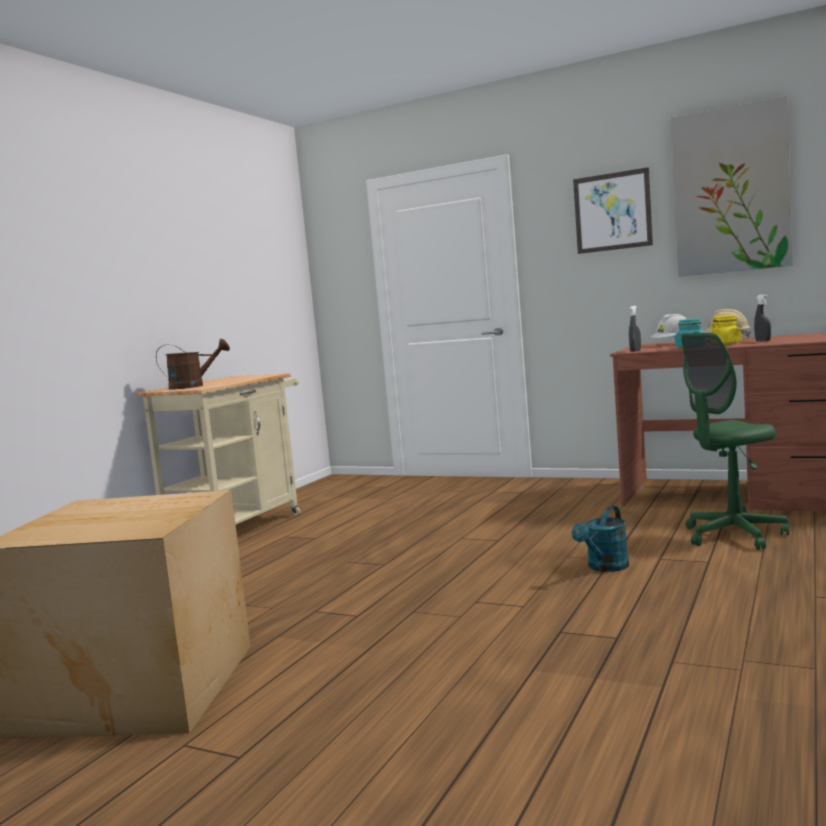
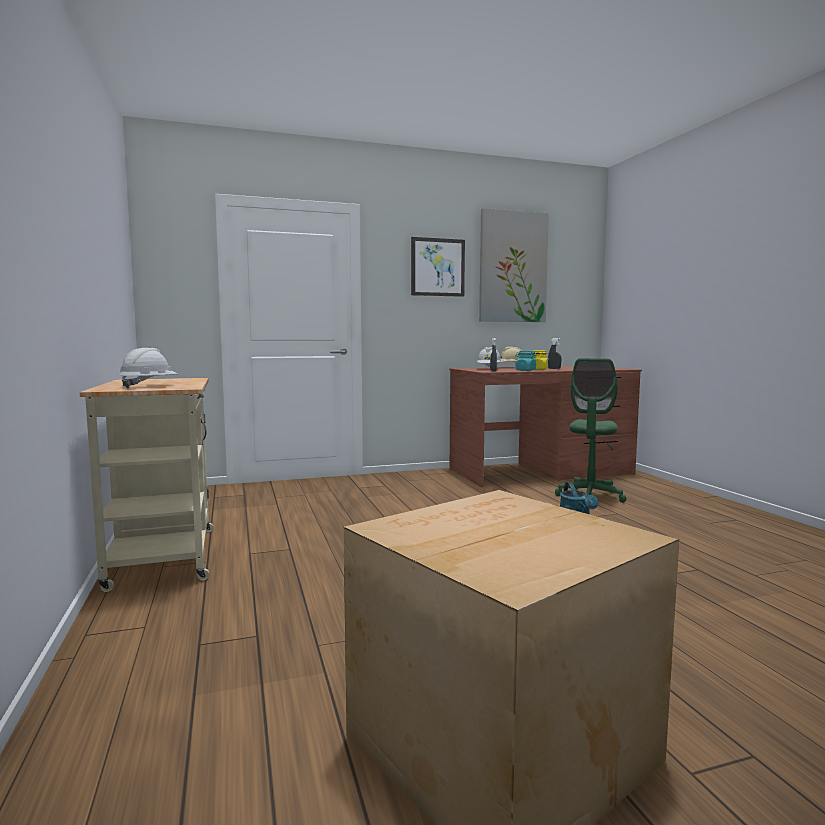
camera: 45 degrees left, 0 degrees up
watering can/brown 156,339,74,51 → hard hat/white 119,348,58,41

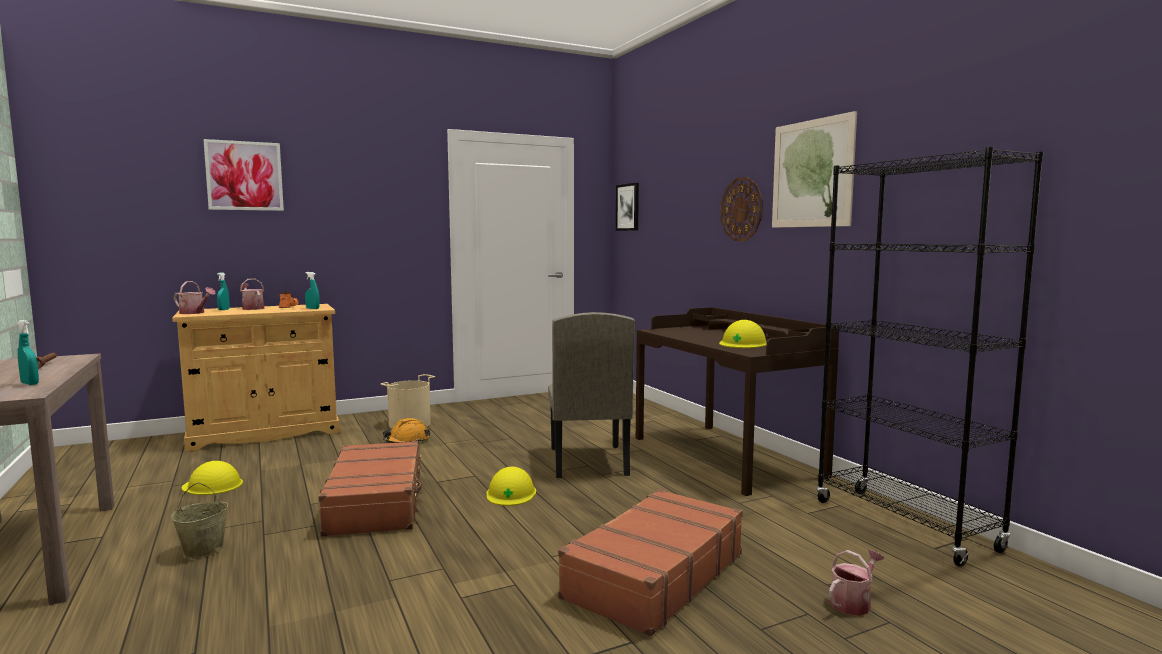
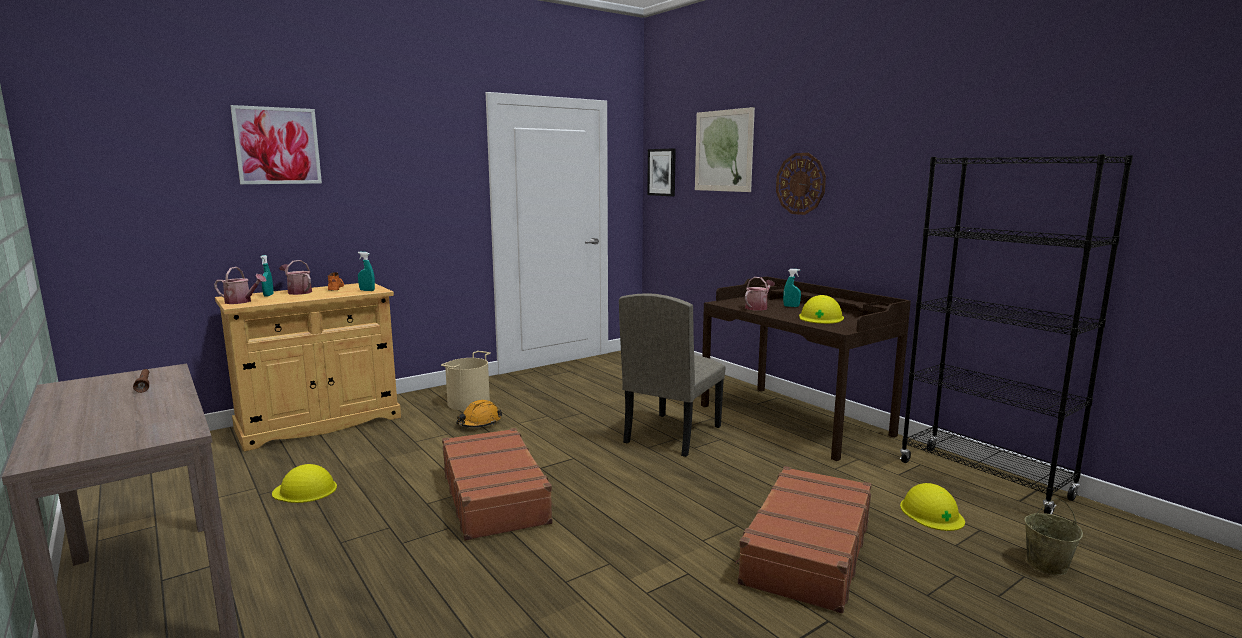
camera: 10 degrees left, 5 degrees up
spray bottle/turquoise 18,320,21,65 → spray bottle/turquoise 783,269,18,38, move
bucket/beige 171,482,57,76 → bucket/beige 1024,498,59,77, move
hard hat/yellow 487,466,49,40 → hard hat/yellow 900,483,65,48, move
chair/beige 548,312,87,166 → chair/beige 619,293,106,164, 45 degrees clockwise
picture 772,111,85,117 → picture 695,107,60,85, move
watering can 829,549,55,67 → watering can 745,277,30,34, move

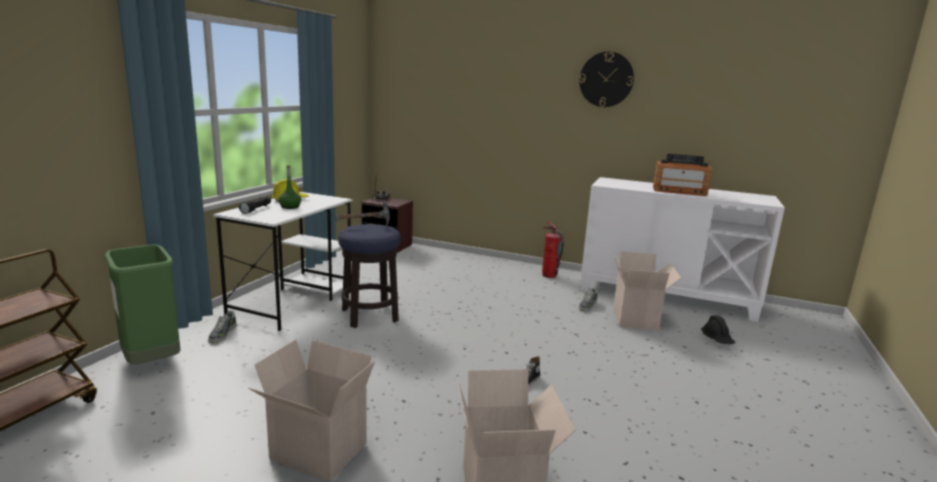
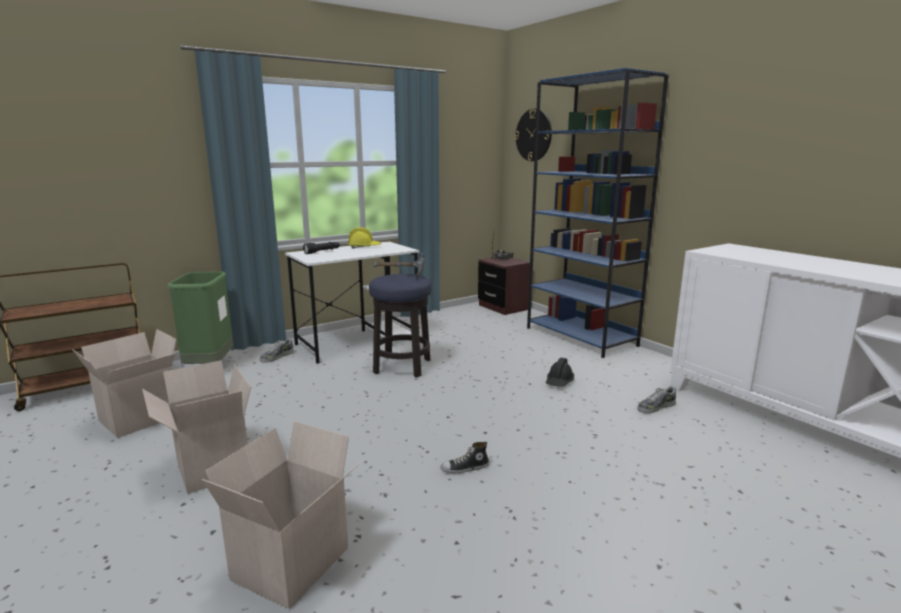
camera: 35 degrees right, 0 degrees up
bottle/green 278,165,23,44 → -
fire extinguisher 542,221,22,57 → -
wall clock 579,52,55,55 → wall clock 515,109,37,52, move
cardboard box 613,251,68,79 → cardboard box 72,329,105,109, move
radio 653,154,59,42 → -
hard hat/black 701,316,35,28 → hard hat/black 546,358,28,29, move
- → bookcase/blue 527,68,142,290

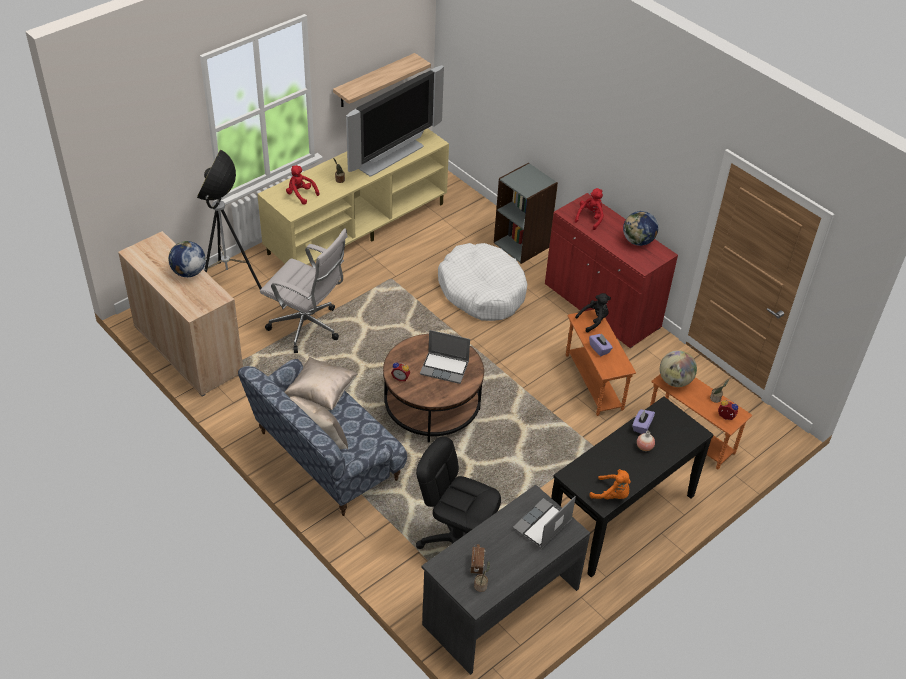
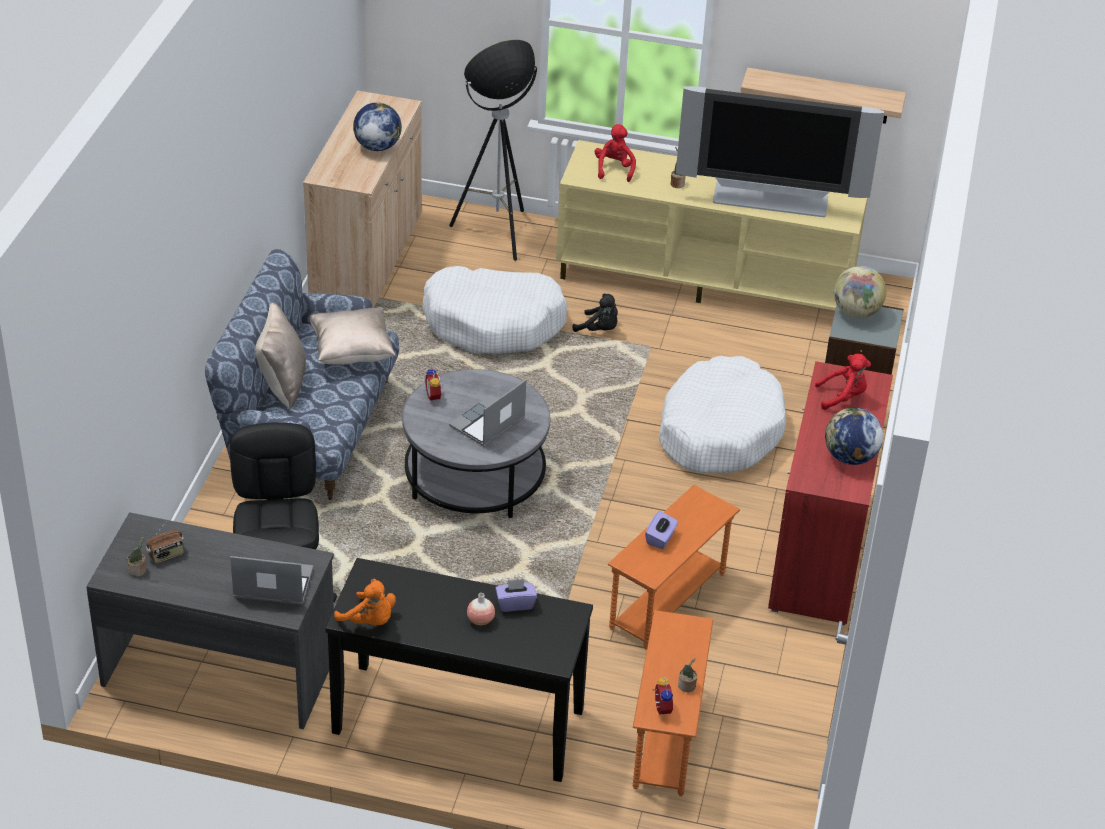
camera: 55 degrees right, 5 degrees down
office chair/white 260,229,88,124 → dog bed/white 422,266,146,88
coffee table/brown 383,334,101,109 → coffee table/grey 402,369,148,149
laptop 420,330,50,54 → laptop 449,379,77,68, 60 degrees clockwise
plush toy/black 575,293,36,39 → plush toy/black 572,294,46,38, move
plush toy/orange 590,469,41,30 → plush toy/orange 334,579,62,46, 45 degrees counterclockwise
globe 660,350,37,37 → globe 834,266,52,52, move

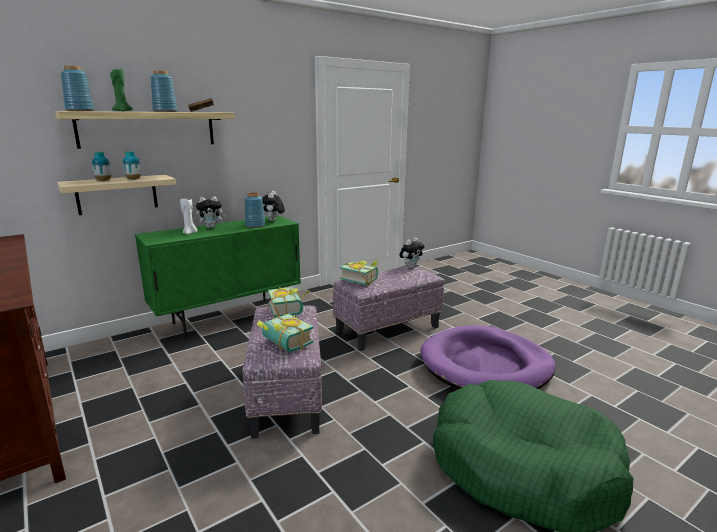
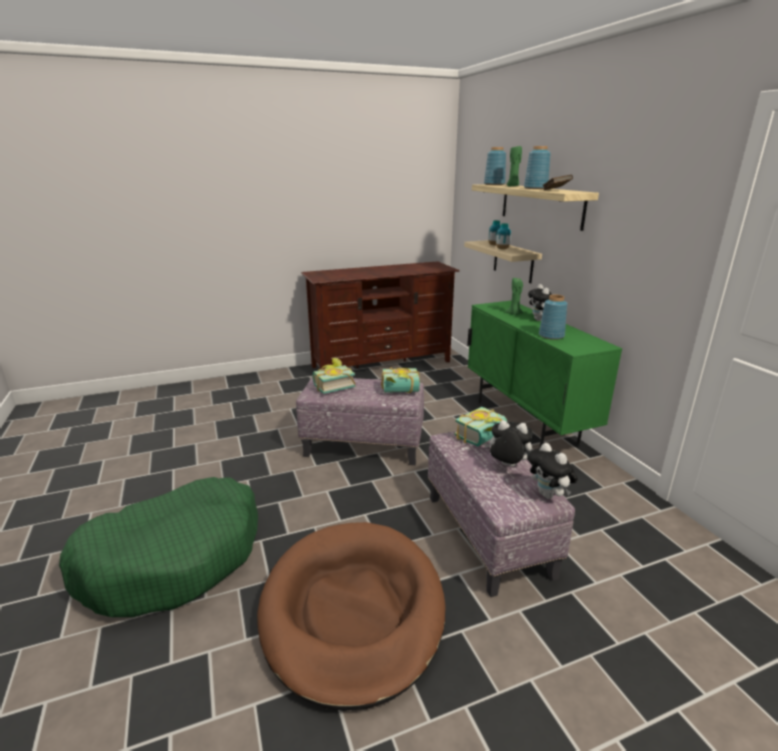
camera: 105 degrees right, 5 degrees up
candle/white 180,199,17,35 → candle/green 505,278,18,37
plush toy 262,191,23,30 → plush toy 485,420,48,47, move
dog bed/purple 421,325,135,64 → dog bed/brown 257,522,188,189

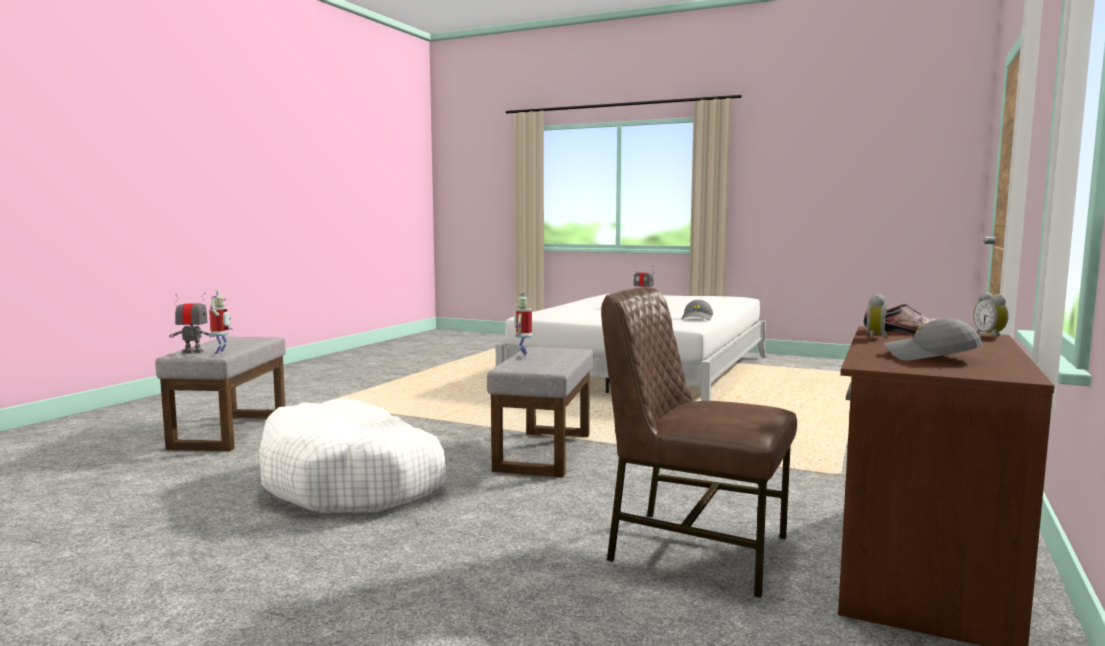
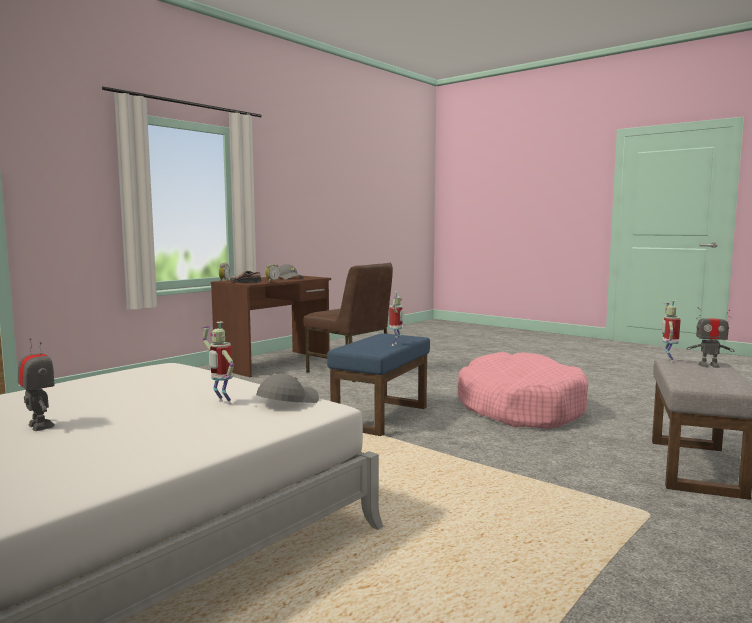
camera: 165 degrees left, 0 degrees up
dog bed/white 259,398,188,115 → dog bed/pink 458,352,130,77
ottoman/grey 487,347,106,131 → ottoman/blue 327,333,103,103
cap/grey 681,300,32,21 → cap/grey 256,374,63,29, move
- → toy robot 202,321,32,84

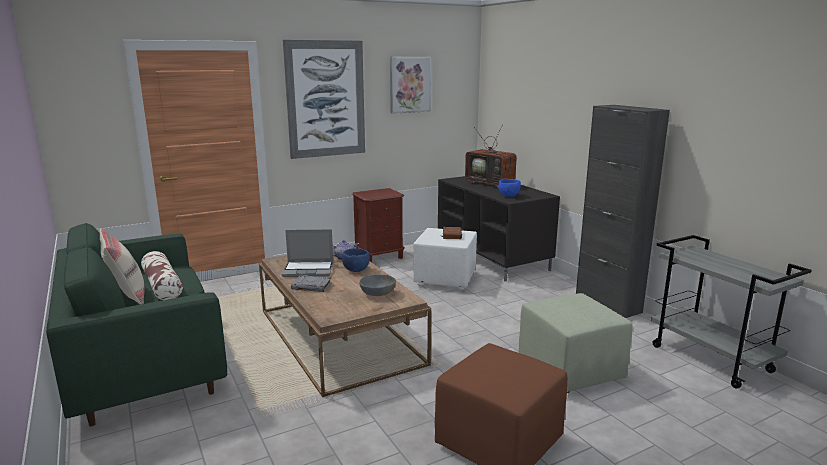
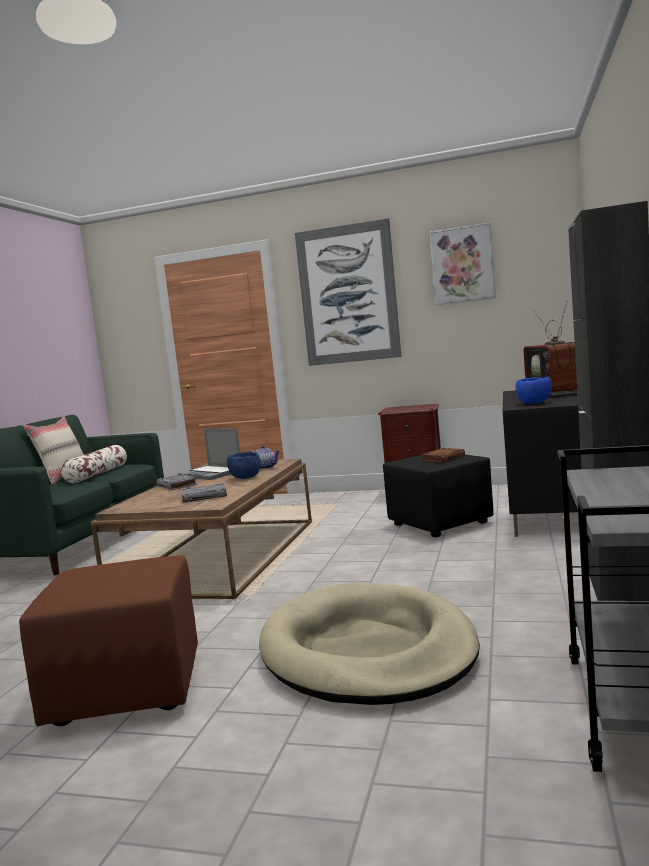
camera: 45 degrees right, 10 degrees down
bowl/grey 359,274,37,22 → book/grey 182,483,45,20
ottoman/white 413,228,64,62 → ottoman/black 383,454,111,83
ottoman/green 518,293,115,100 → dog bed/beige 259,583,221,122

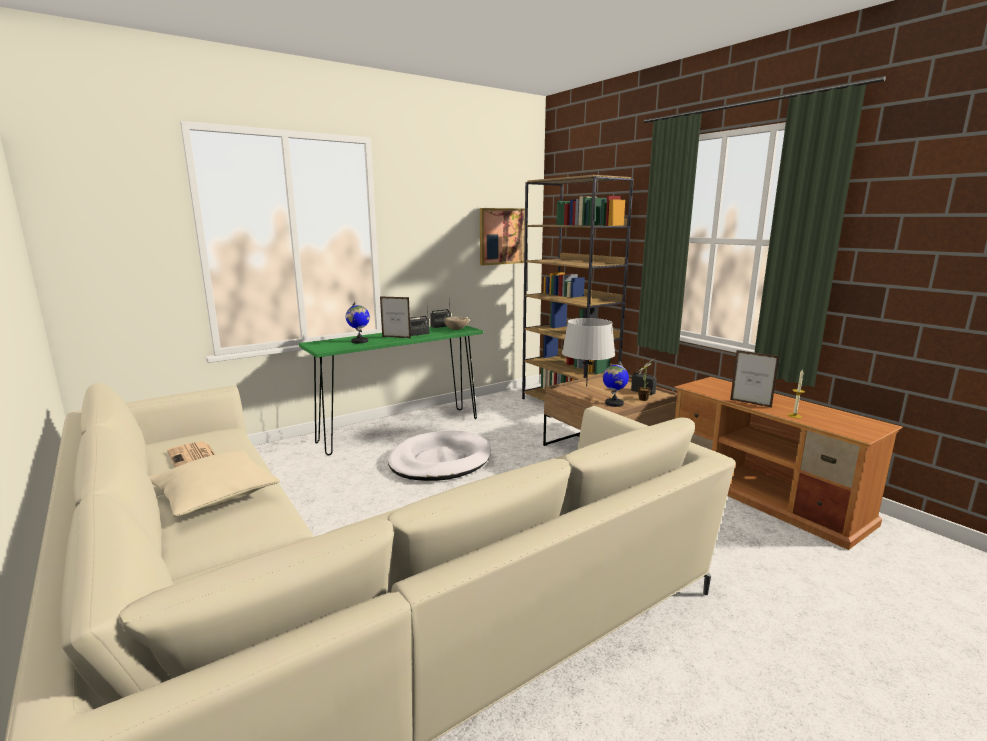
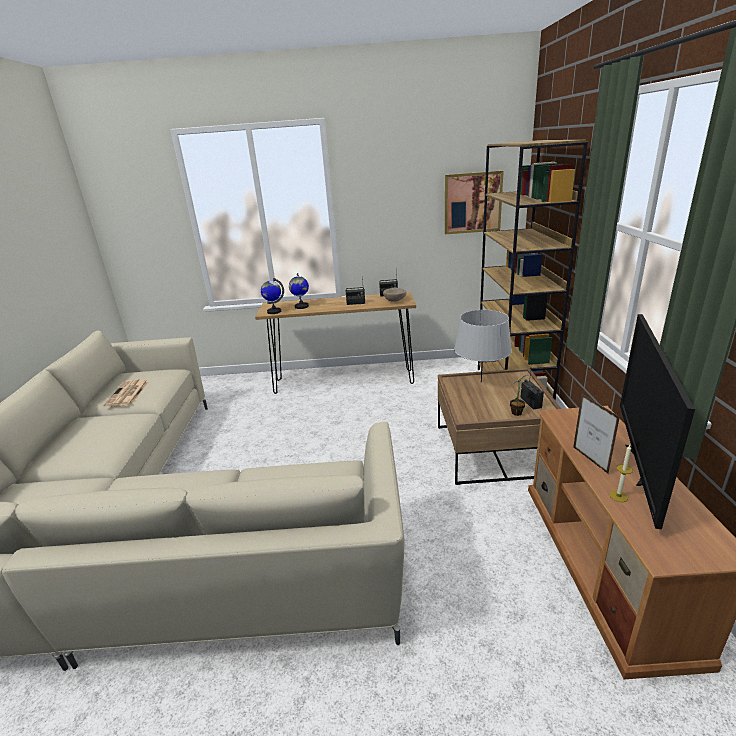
camera: 35 degrees right, 10 degrees up
pillow/beige 149,451,131,65 → -
console table/green 299,325,184,130 → console table/brown 255,292,161,102
picture frame 380,296,31,42 → -
dog bed/white 388,431,103,50 → -
globe 603,361,26,46 → globe 261,278,23,36, move
- → television 620,314,75,216

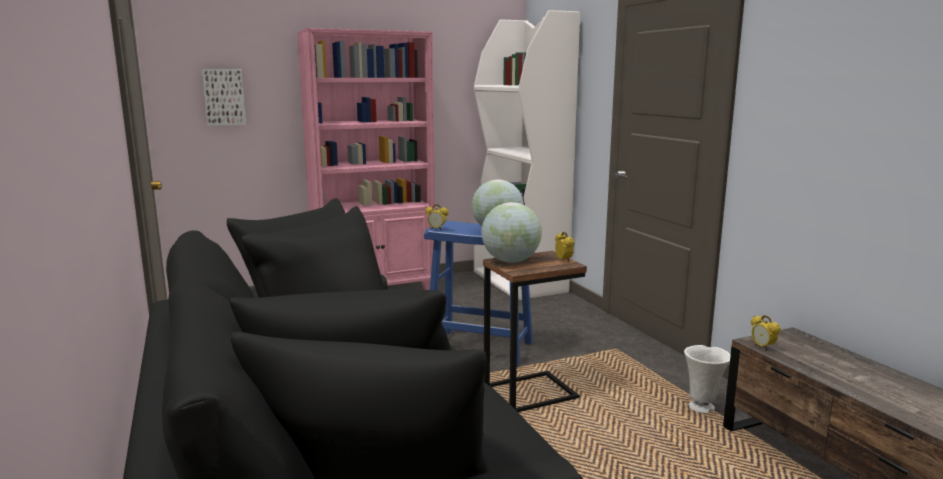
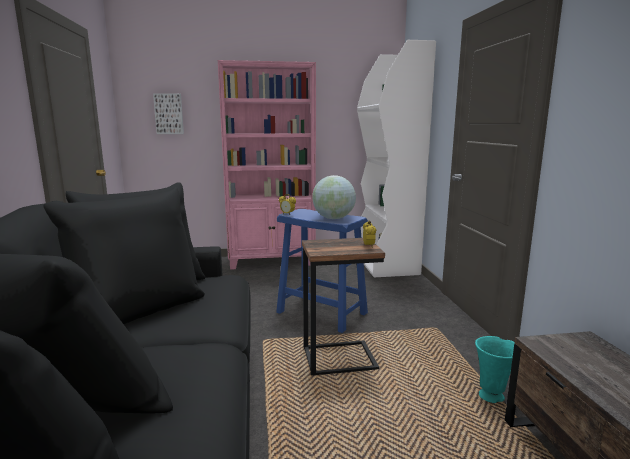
camera: 15 degrees right, 0 degrees up
globe 481,202,61,61 → -
vase/white 684,345,47,68 → vase/turquoise 475,336,39,67
alarm clock 751,315,30,35 → -

